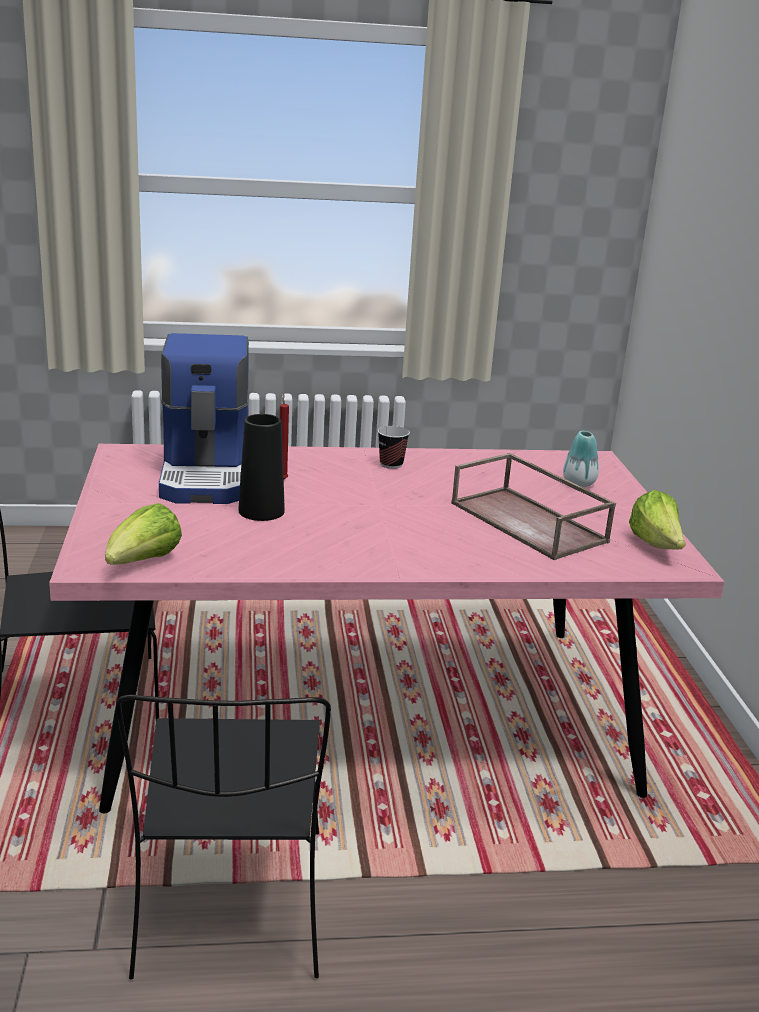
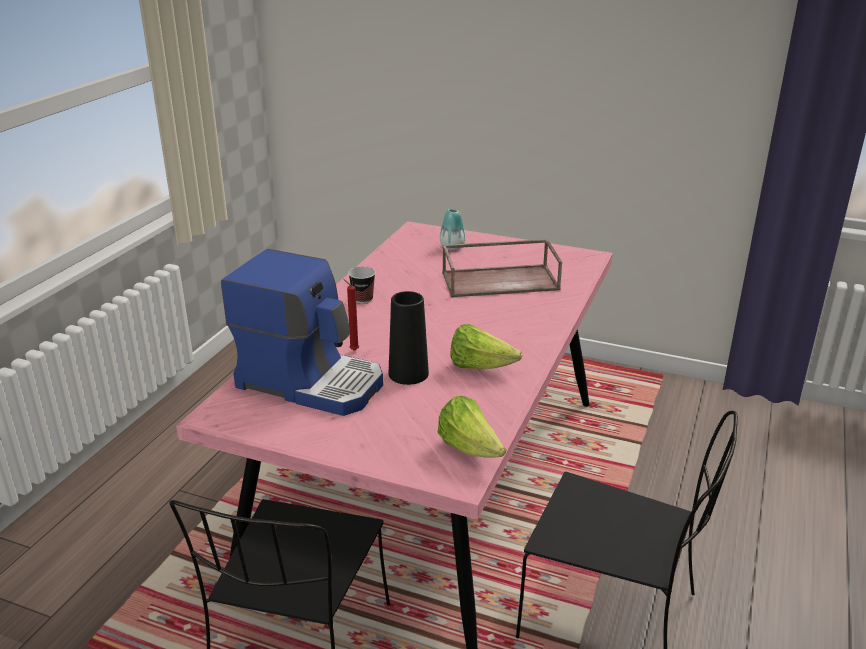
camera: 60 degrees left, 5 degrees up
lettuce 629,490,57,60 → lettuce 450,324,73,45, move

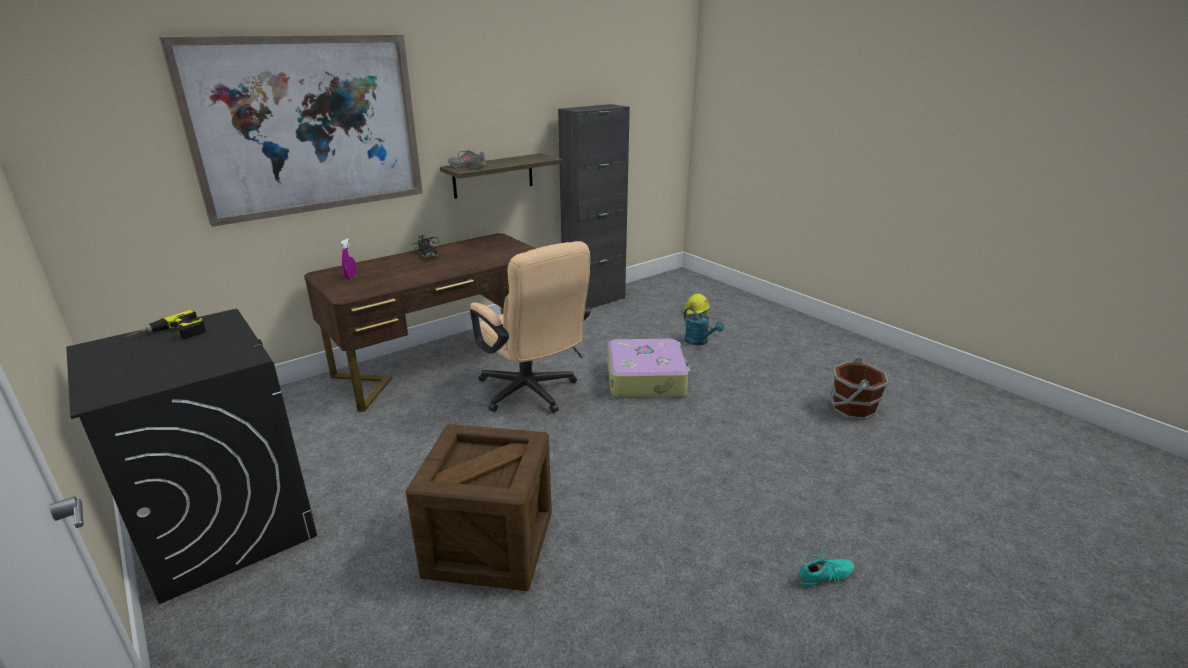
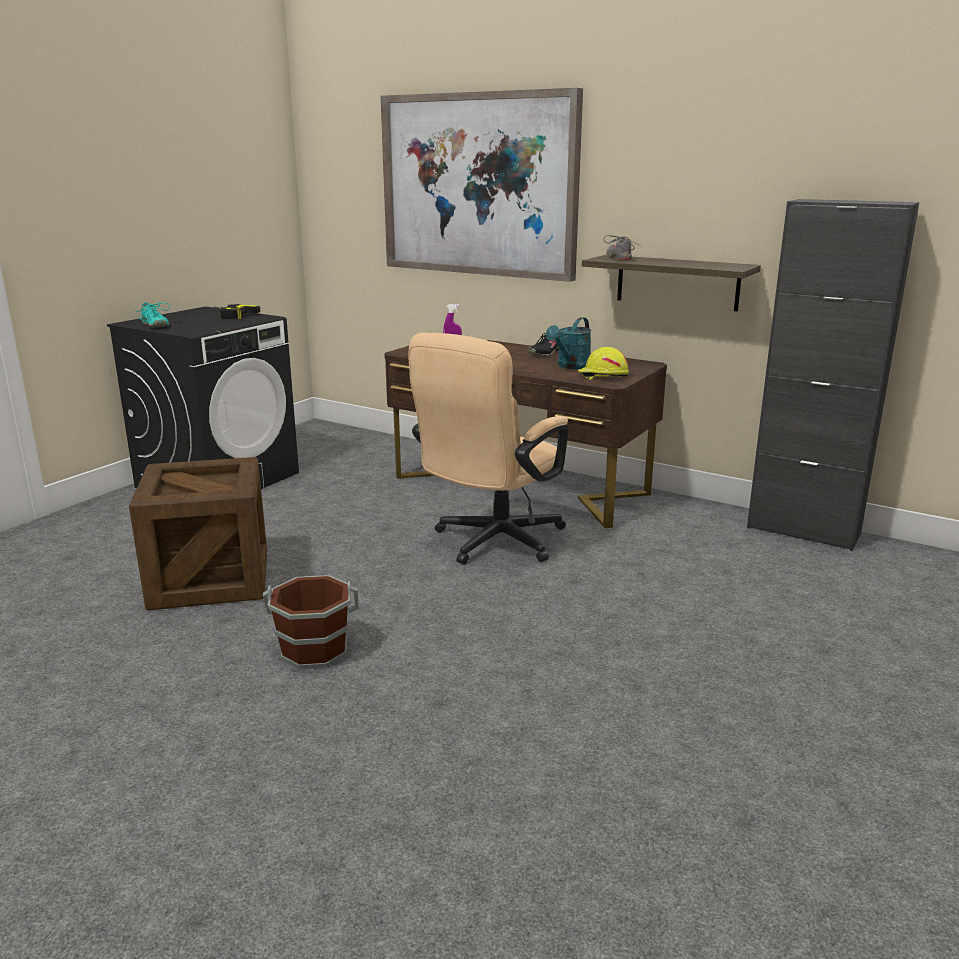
camera: 70 degrees right, 5 degrees down
suitcase 608,339,83,59 → -
hard hat/yellow 683,294,27,21 → hard hat/yellow 578,347,51,33, move
watering can/turquoise 684,308,40,37 → watering can/turquoise 546,317,45,52, move
shoe/turquoise 796,545,59,44 → shoe/turquoise 133,302,37,26, move
bucket/brown 829,357,60,63 → bucket/brown 263,575,96,94, move

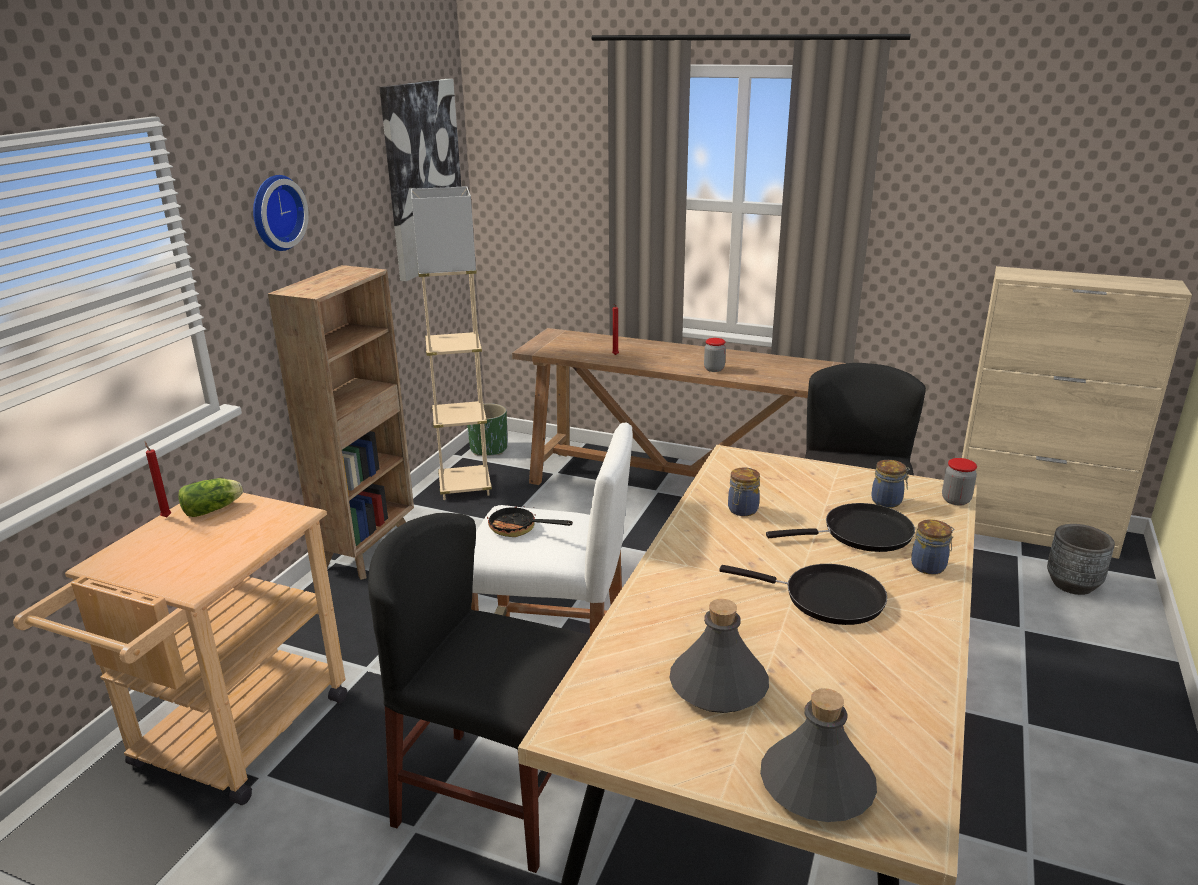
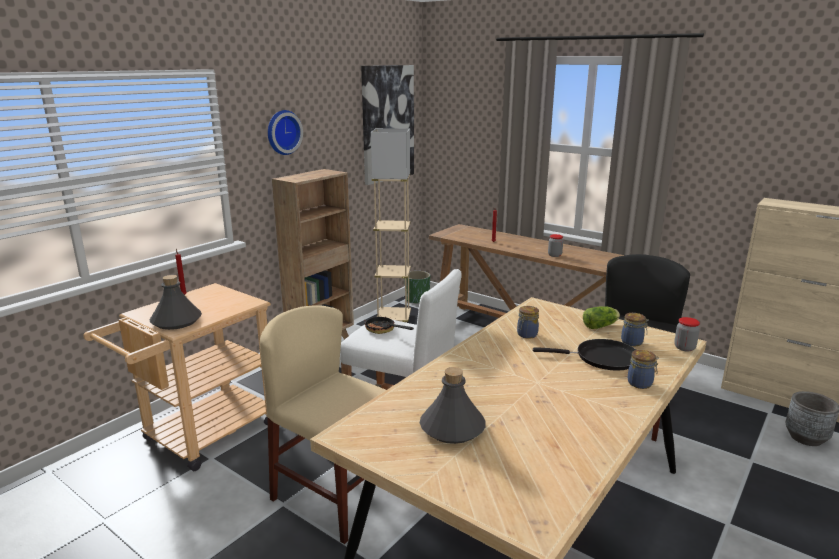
camera: 15 degrees right, 5 degrees down
lettuce 178,478,65,39 → lettuce 583,306,37,23, move
chair/black 368,513,222,360 → chair/beige 260,305,126,239
frying pan/black 719,564,168,61 → -
bottle/grey 760,688,117,134 → bottle/grey 150,275,52,55, move

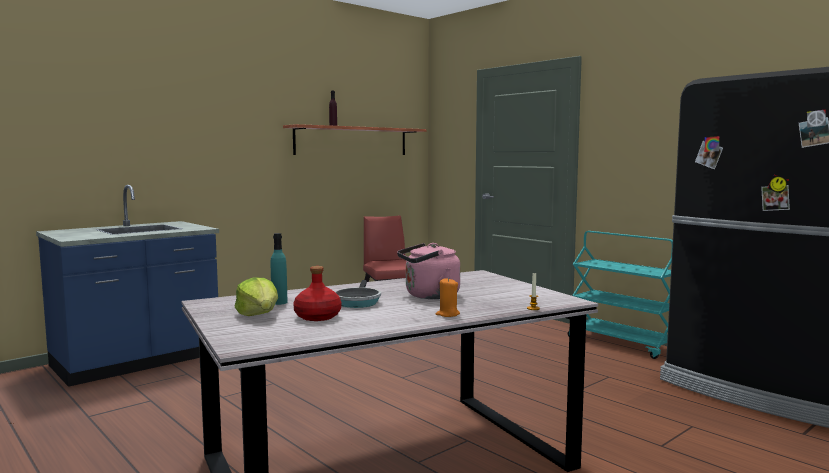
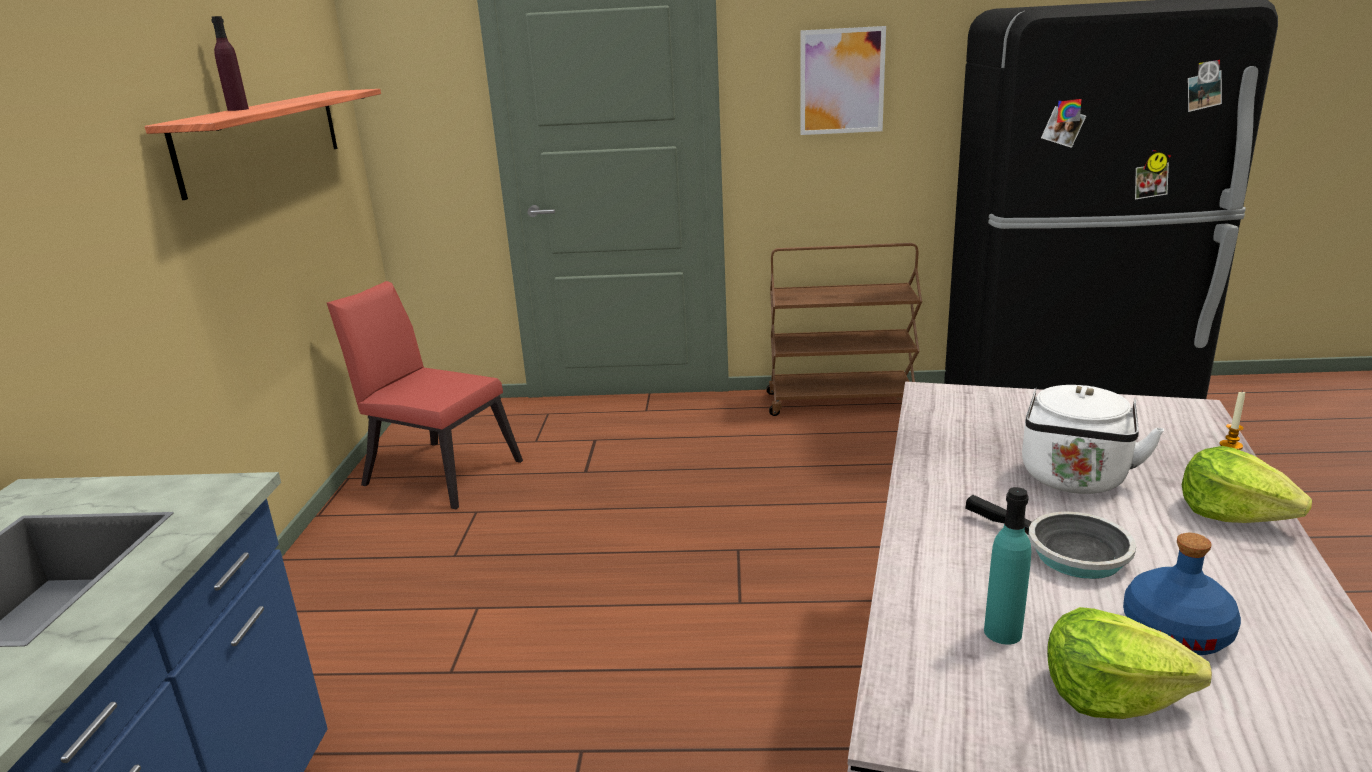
camera: 45 degrees left, 15 degrees up
bottle/red 293,266,48,55 → bottle/blue 1123,533,118,122
kettle/pink 397,243,63,56 → kettle/white 1022,385,142,109
candle/orange 436,278,24,39 → lettuce 1182,446,130,77
cart/turquoise 568,231,105,128 → cart/brown 767,243,155,173
- → picture 800,26,86,109

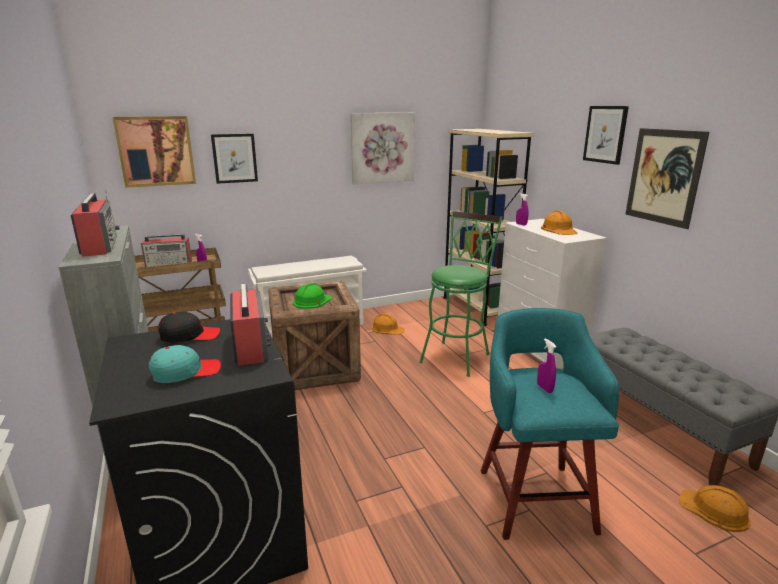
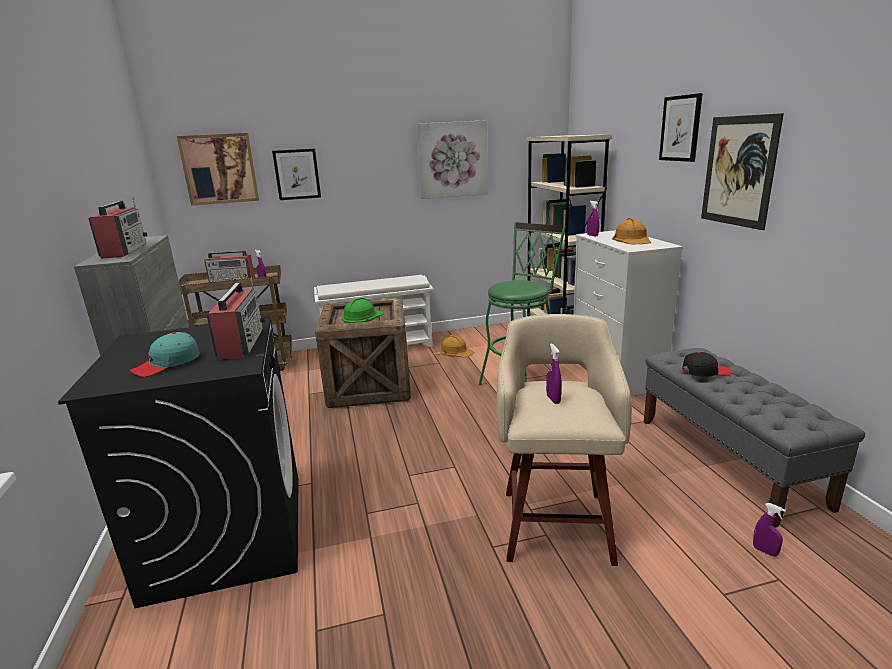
camera: 10 degrees right, 0 degrees up
cap/turquoise 149,345,72,38 → cap/turquoise 130,332,70,45, 150 degrees clockwise
cap/black 158,312,62,31 → cap/black 682,352,49,25, move
stool/turquoise 481,308,138,232 → stool/beige 497,314,135,252
hard hat/orange 679,485,72,47 → spray bottle/purple 753,503,33,54

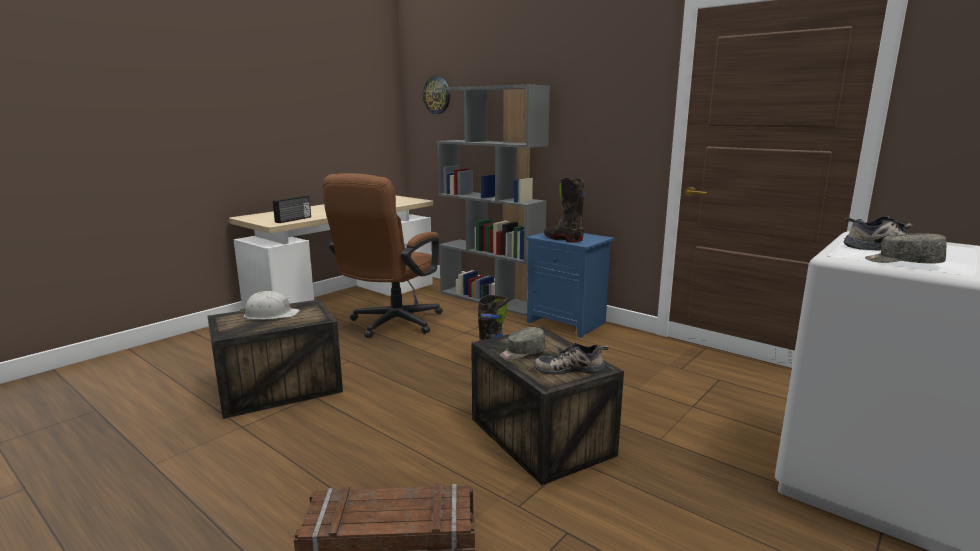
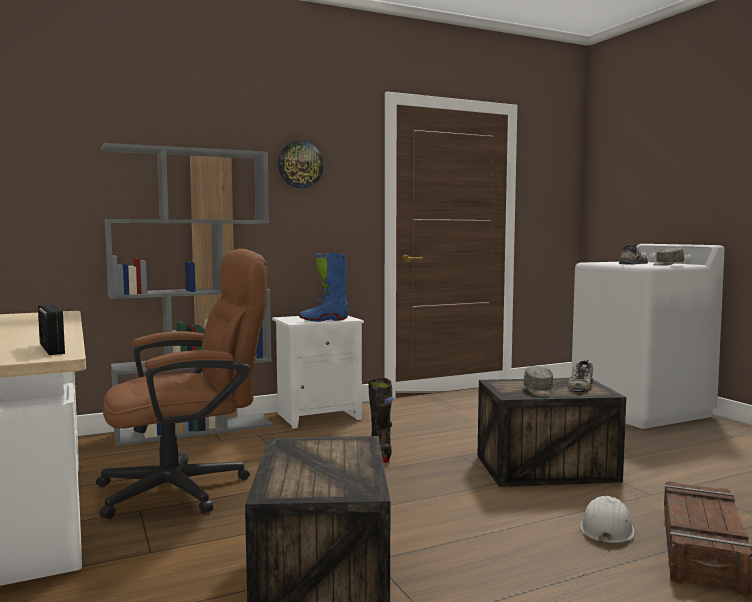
camera: 65 degrees left, 10 degrees down
hard hat/white 240,291,60,29 → hard hat/white 580,496,54,49, move
office chair/brown 323,173,120,165 → office chair/brown 96,249,171,270, 75 degrees counterclockwise
wall clock 423,76,27,38 → wall clock 278,141,46,47, move
nightstand/blue 526,232,89,106 → nightstand/white 272,316,92,113
boot/black 544,177,41,66 → boot/blue 299,253,50,69

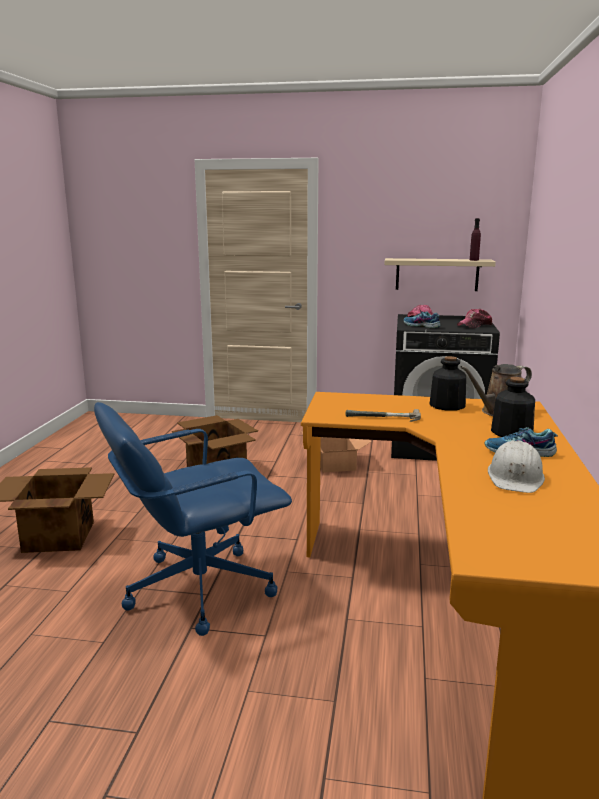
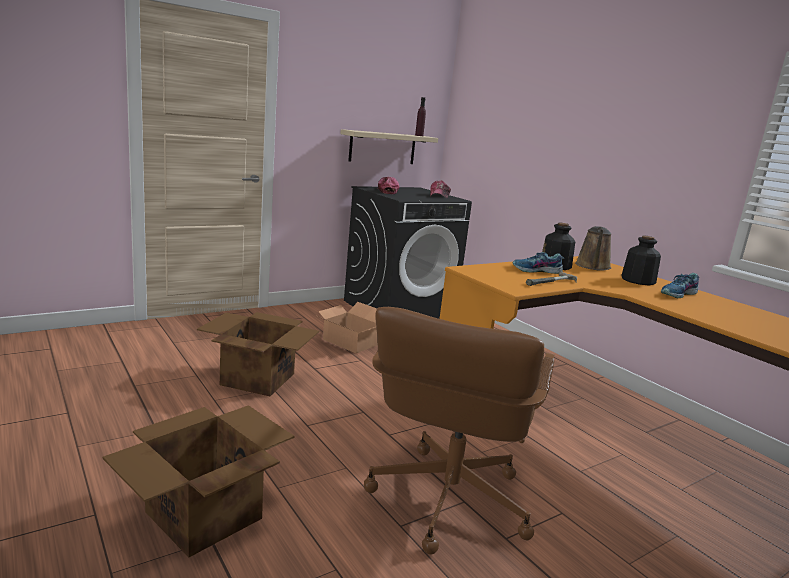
camera: 45 degrees left, 0 degrees up
office chair/blue 94,402,198,234 → office chair/brown 364,307,191,248
shoe 404,311,37,17 → shoe 513,252,51,22, move
hard hat/white 488,440,57,53 → -

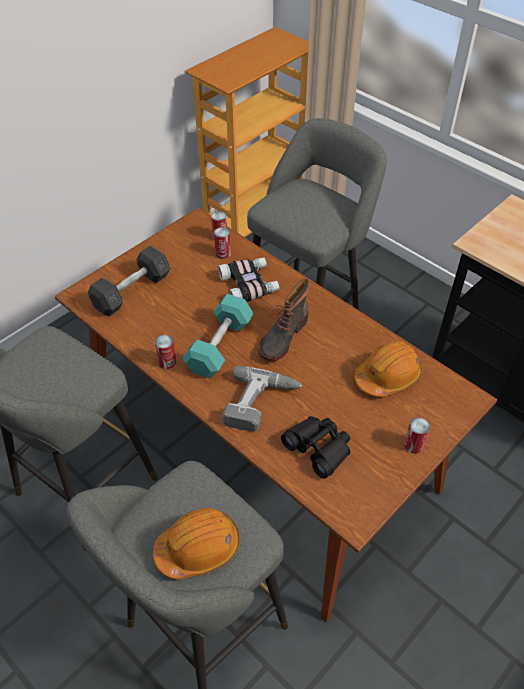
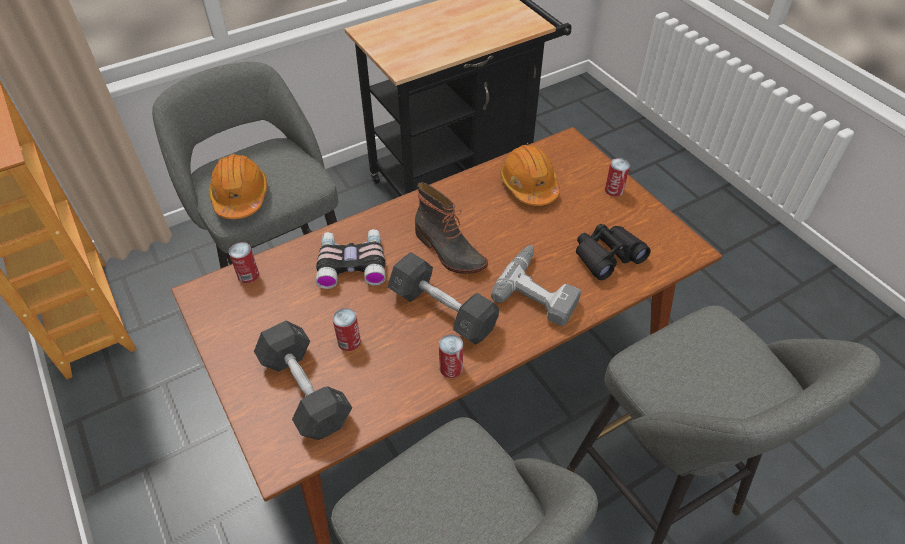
camera: 75 degrees left, 0 degrees up
hard hat/orange 153,508,87,71 → hard hat/orange 209,154,58,65, move
dumbbell/turquoise 182,294,72,84 → dumbbell/grey 388,252,111,93
can 214,227,17,32 → can 333,308,28,43, move

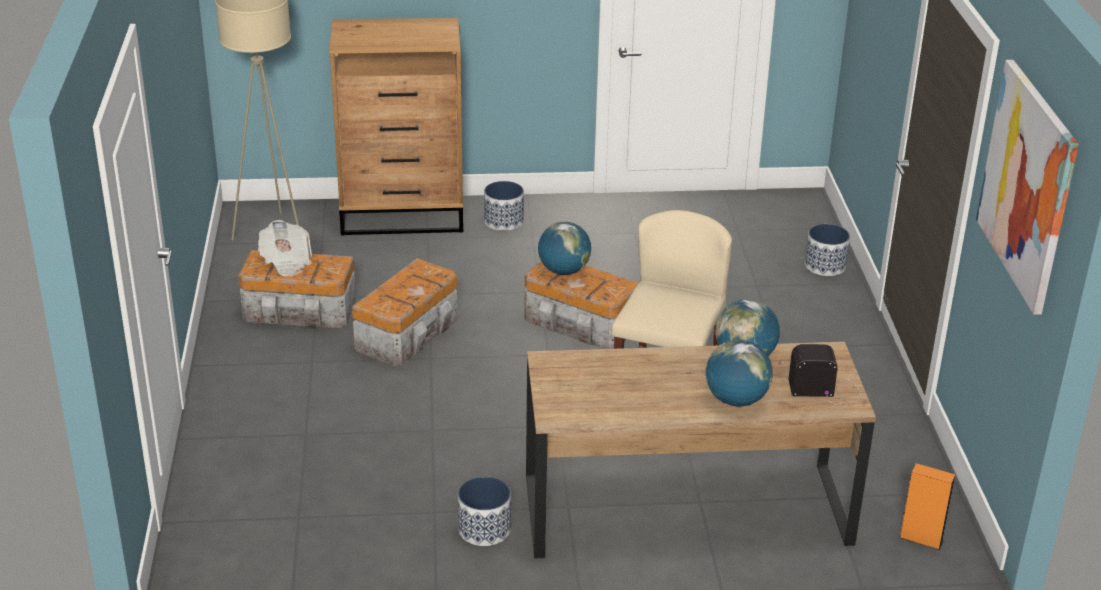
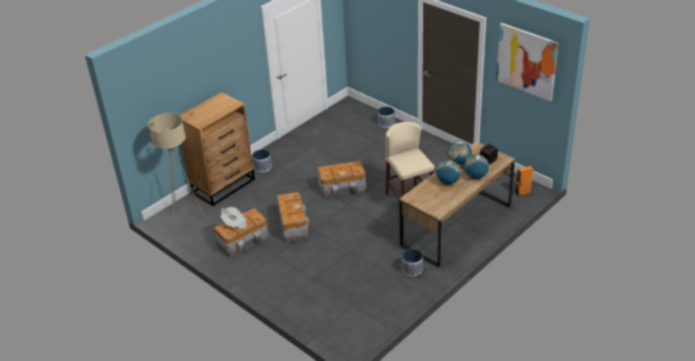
camera: 40 degrees left, 5 degrees up
globe 538,222,53,53 → globe 436,160,25,25, move

